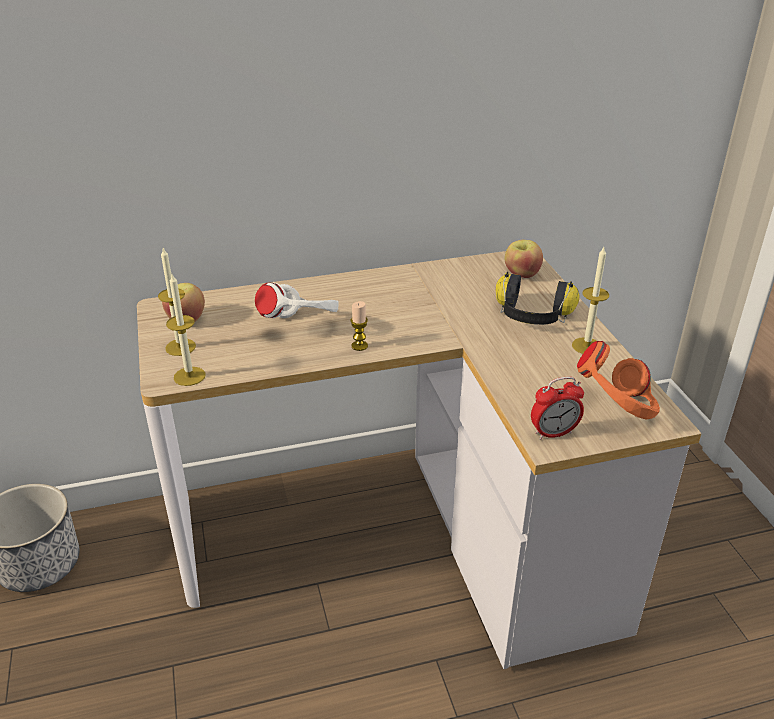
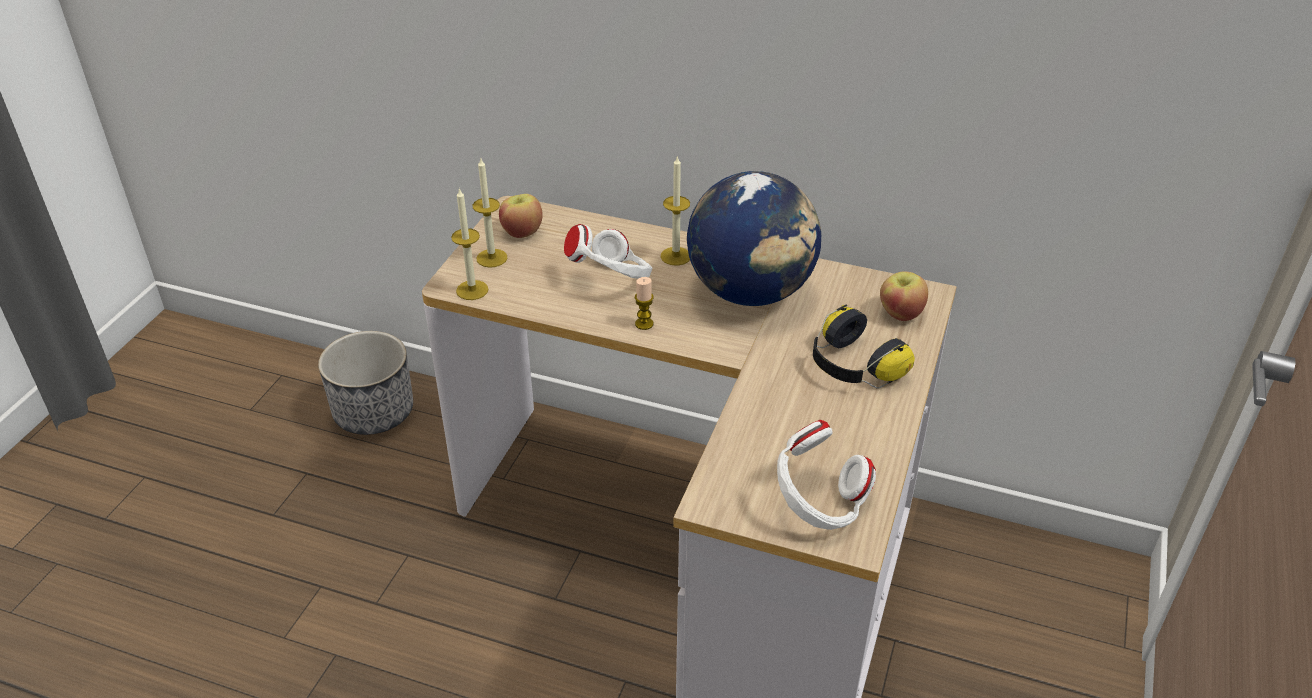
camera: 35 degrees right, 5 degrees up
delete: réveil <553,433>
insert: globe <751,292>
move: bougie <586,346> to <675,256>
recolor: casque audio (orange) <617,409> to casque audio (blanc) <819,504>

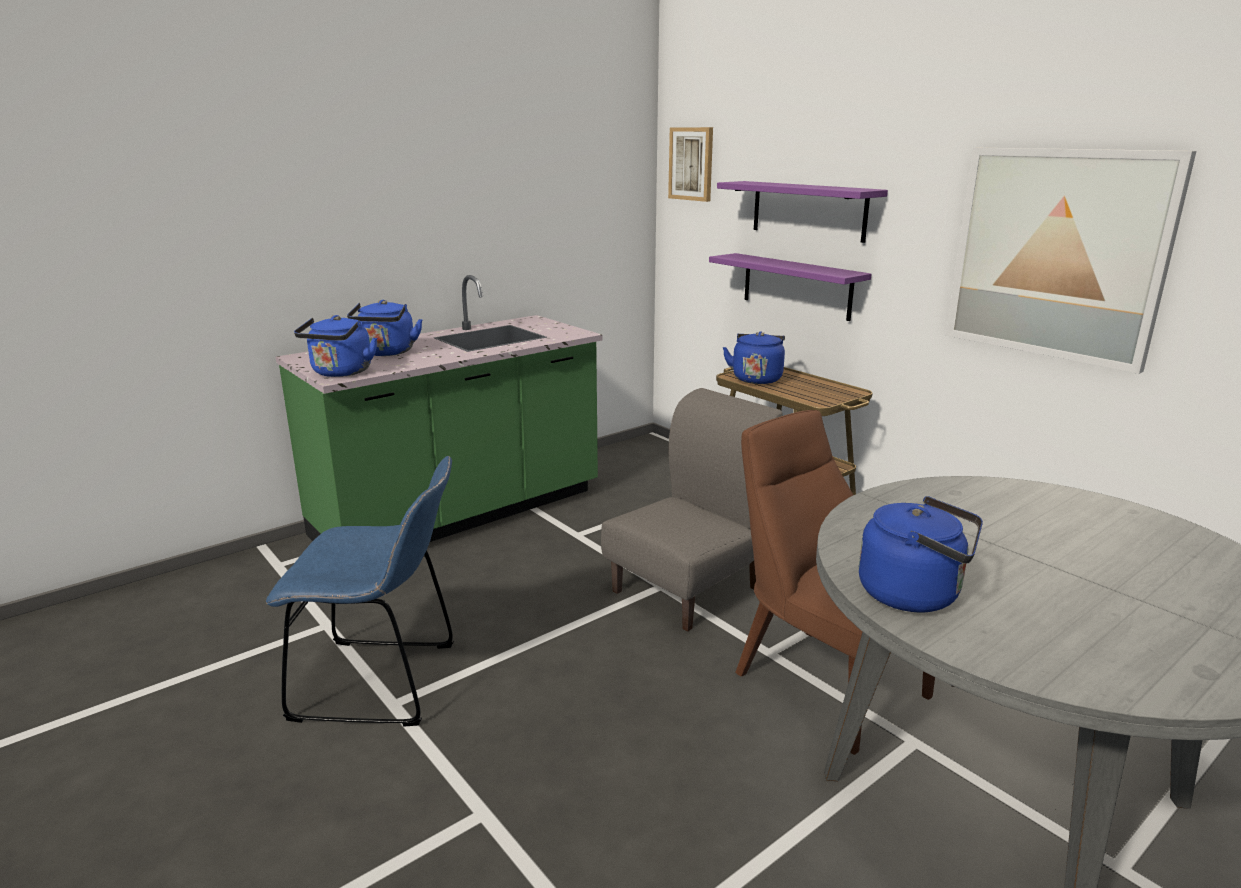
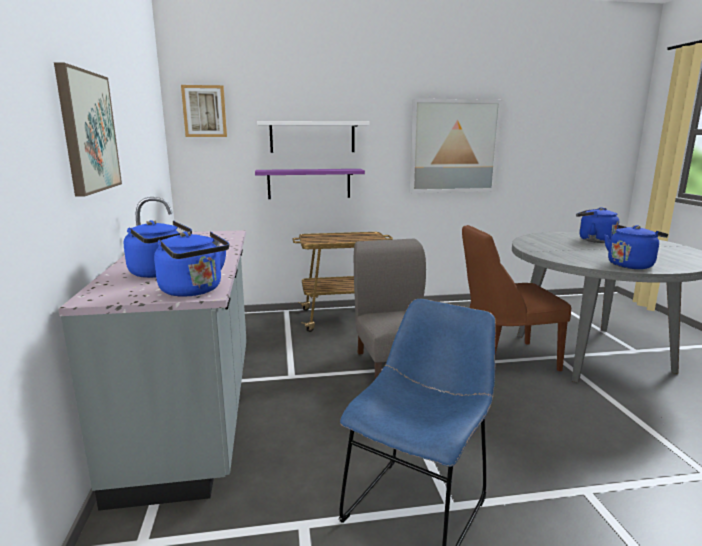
camera: 60 degrees left, 5 degrees down
insert: tableau <88,132>
move: bouilloire (bleu) <756,378> to <593,240>
recolor: comptoir de cuisine (vert) <460,515> to comptoir de cuisine (gris) <195,412>; étagère (violet) <808,210> to étagère (blanc) <312,137>

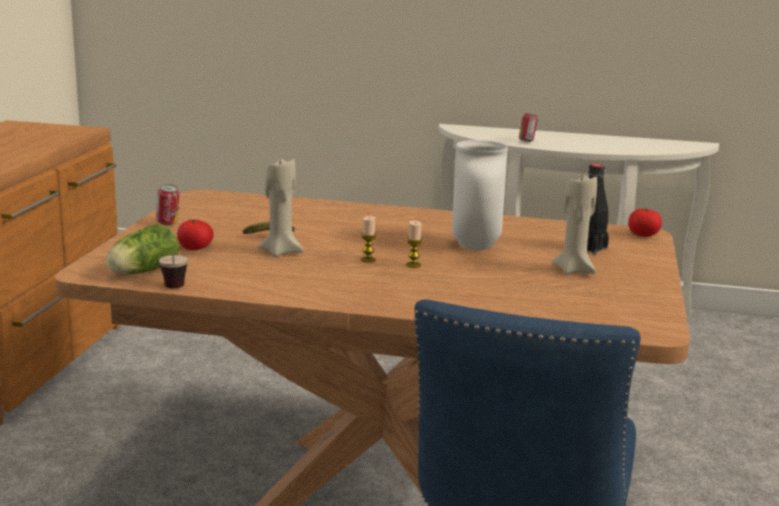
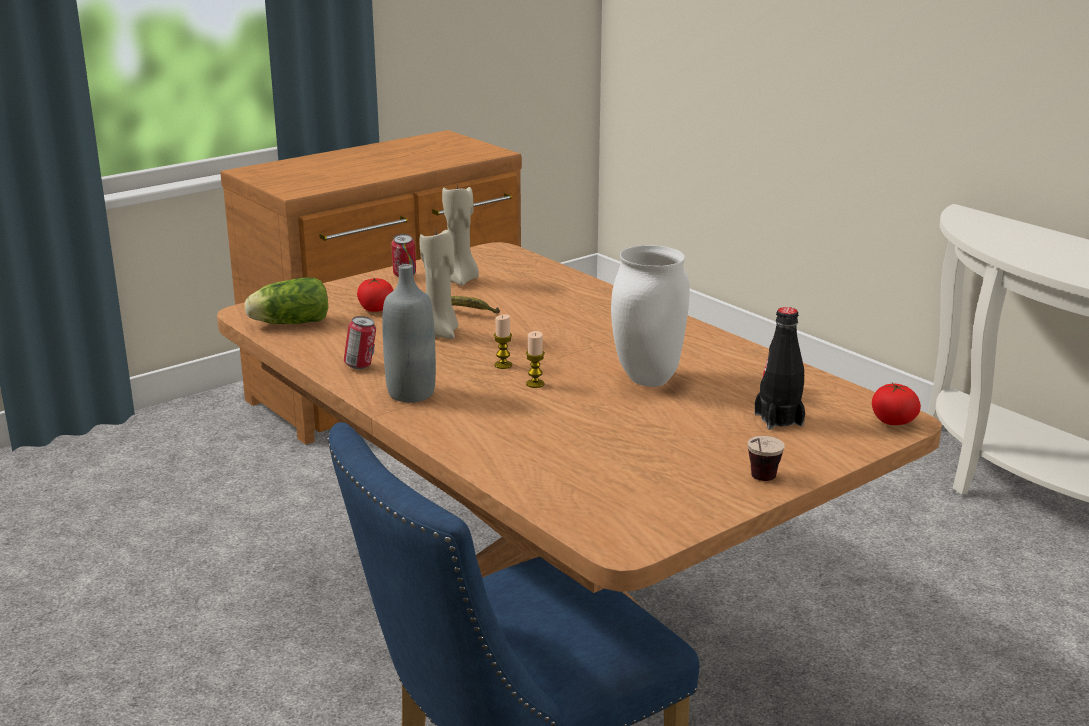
camera: 40 degrees right, 5 degrees up
insert: bouteille (gris) <411,393>
move: tasse <174,289> to <758,482>; boîte métallique <527,141> to <361,366>; bougie (beige) <574,270> to <461,280>

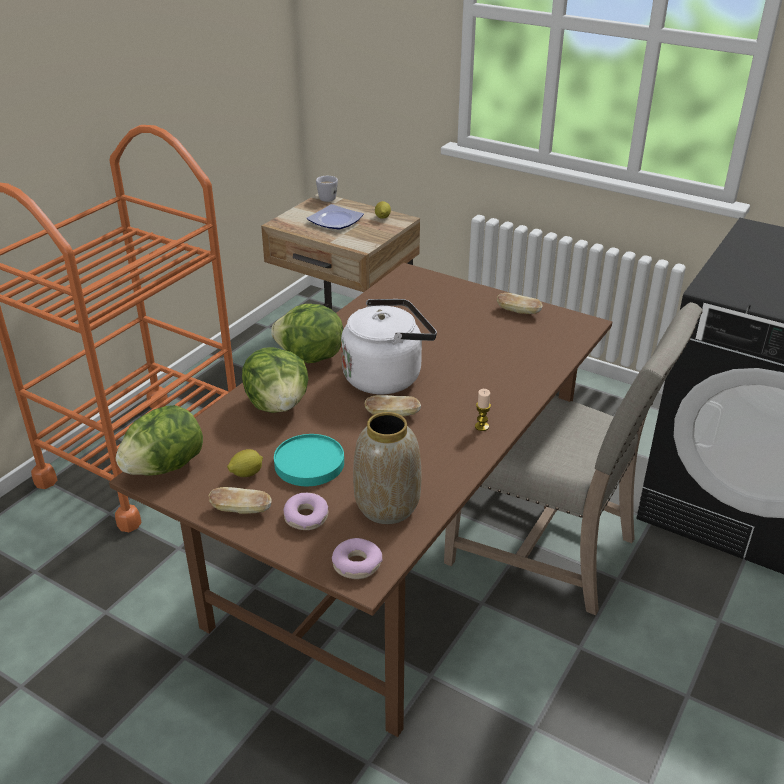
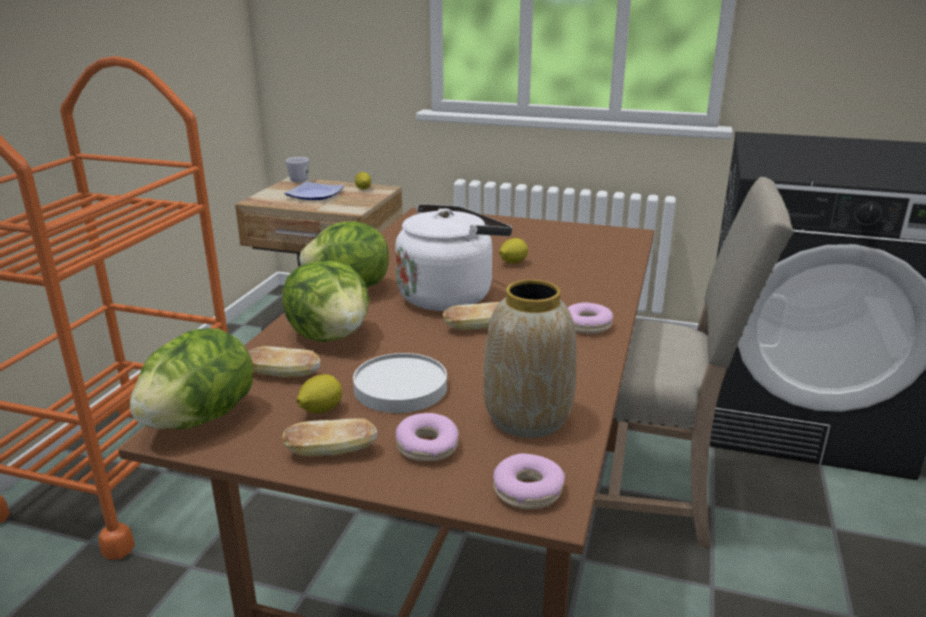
camera: 15 degrees left, 10 degrees down
insert: citron <512,263>
move: pain <518,312> to <284,375>
replace: bougie <481,426> to beignet <587,326>
recolor: assiette (turquoise) <309,464> to assiette (blanc) <400,388>

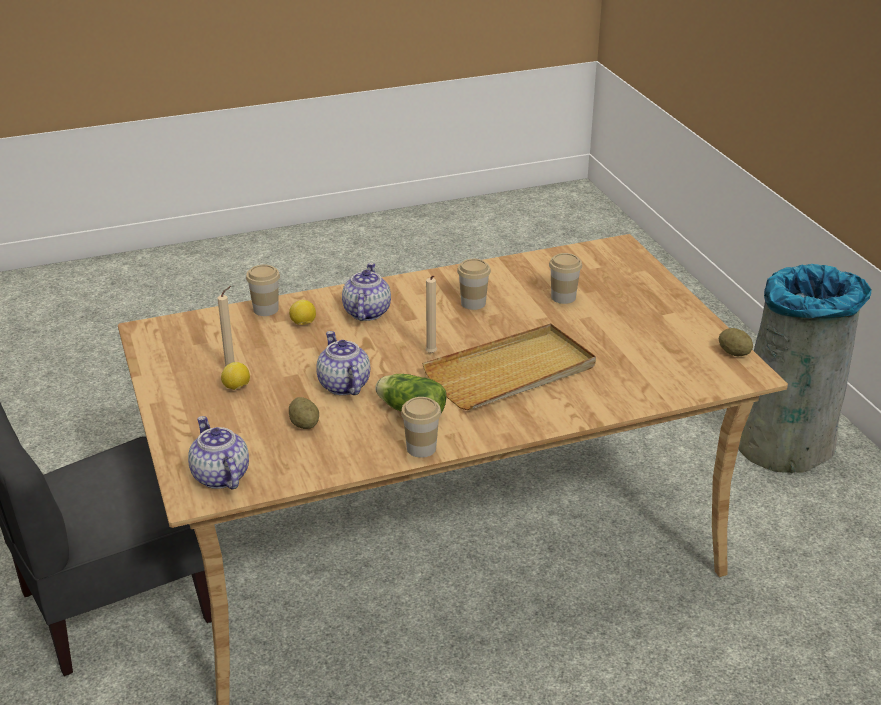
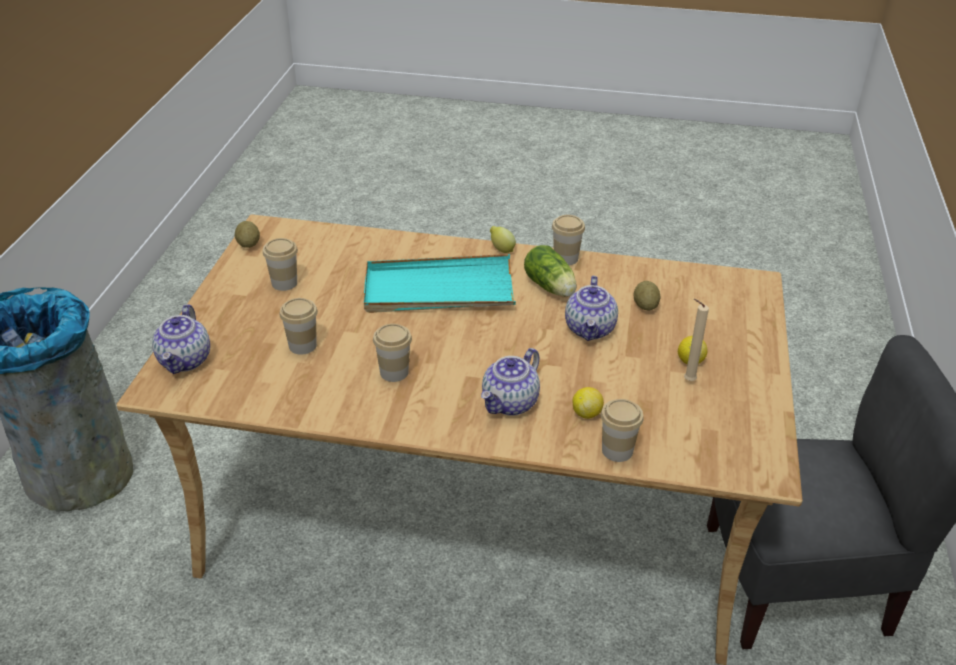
camera: 150 degrees left, 5 degrees up
delete: bougie (beige) <431,354>
insert: tasse <284,283>; citron <501,250>
move: théière <219,476> to <185,361>
recolor: plateau (beige) <511,372> to plateau (turquoise) <438,290>

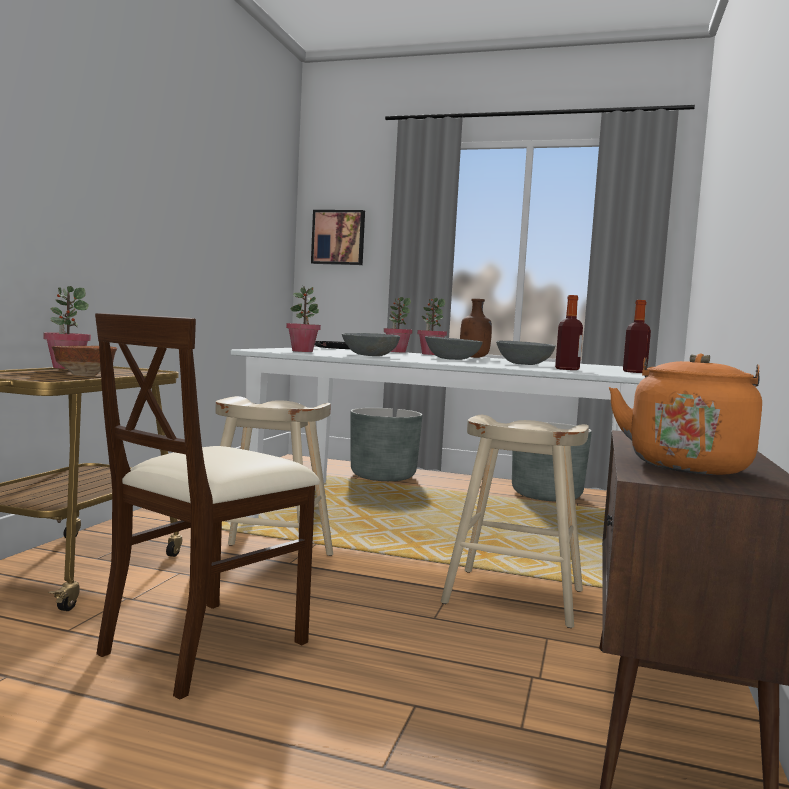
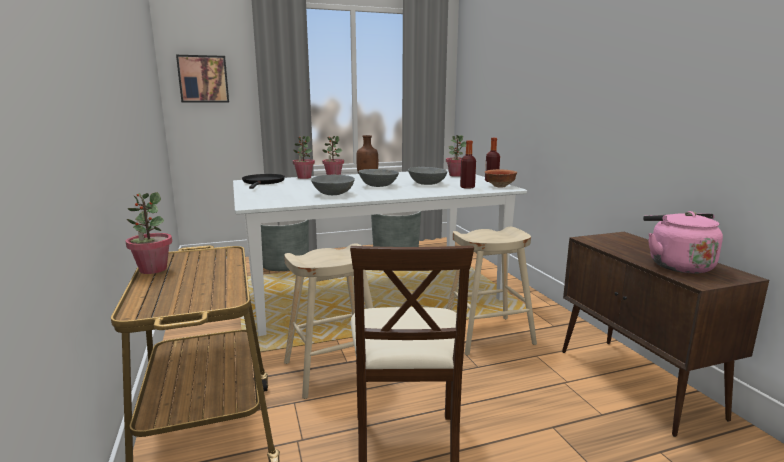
camera: 35 degrees left, 10 degrees up
move: bol <83,375> to <500,186>; plante en pot <302,351> to <455,175>
recolor: bouilloire (orange) <687,465> to bouilloire (rose) <676,265>

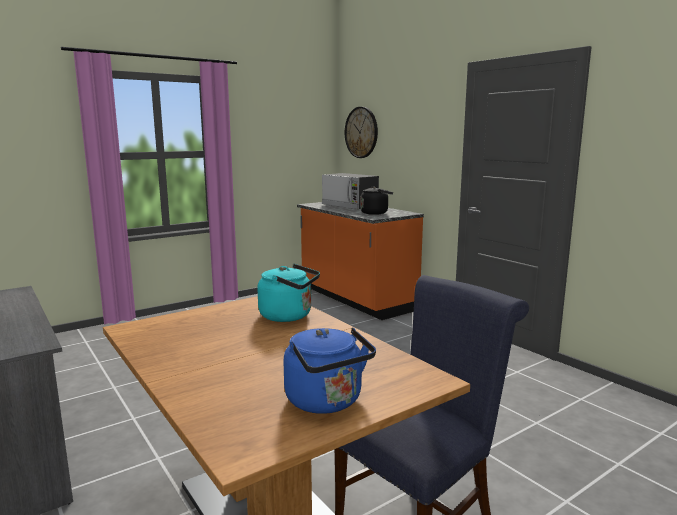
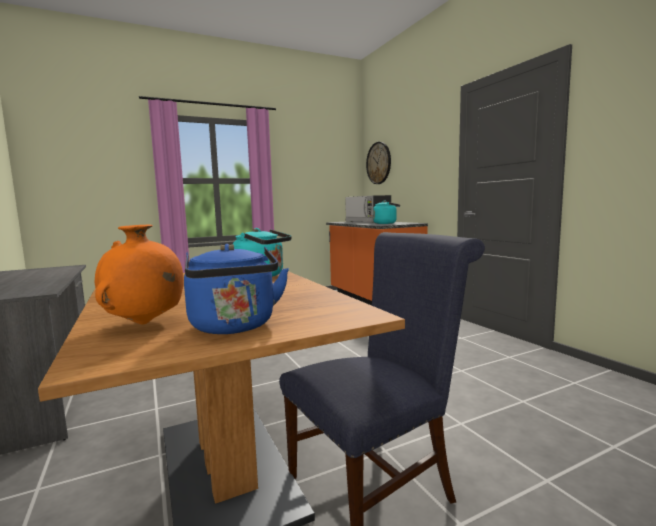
camera: 10 degrees right, 5 degrees down
insert: vase (orange) <145,323>
recolor: bouilloire (noir) <376,213> to bouilloire (turquoise) <386,223>

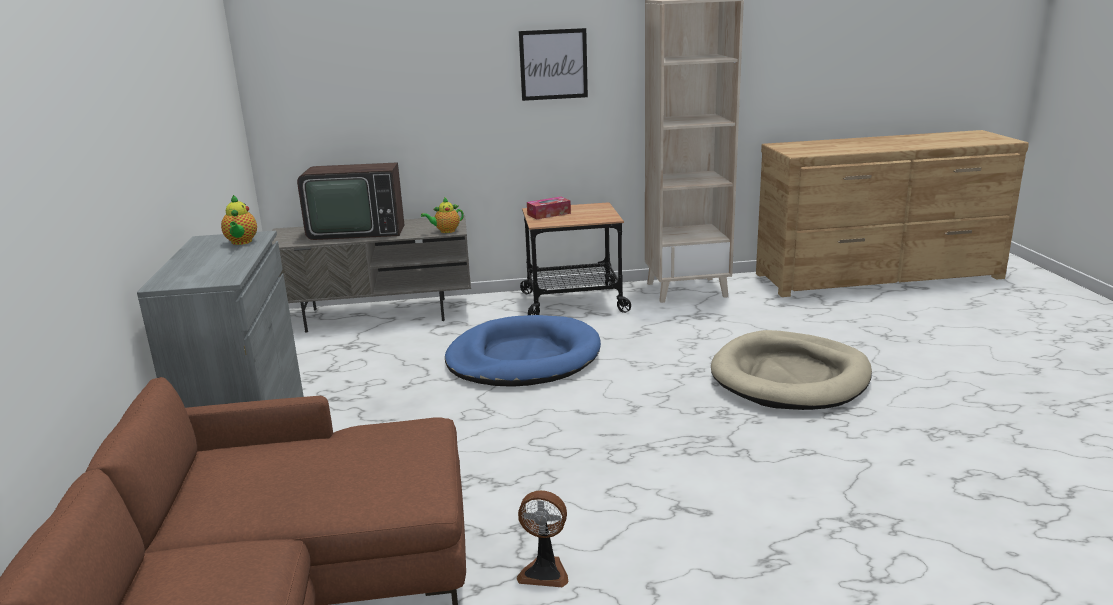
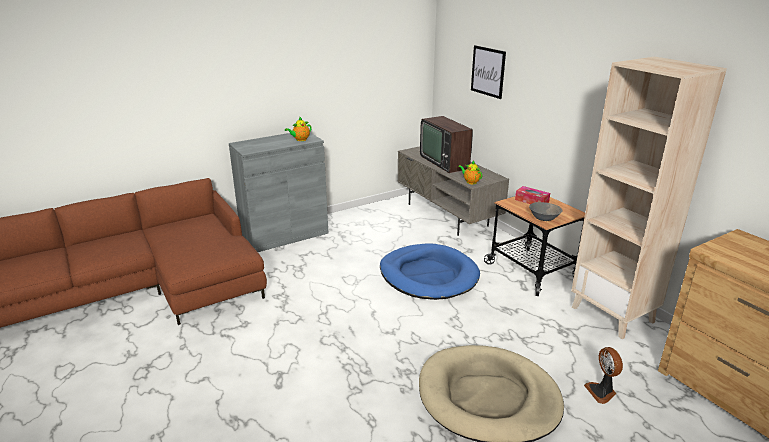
camera: 65 degrees right, 5 degrees up
insert: bol (gris) <544,218>
move: ventilateur <545,571> to <601,392>; tableau <553,64> to <488,71>

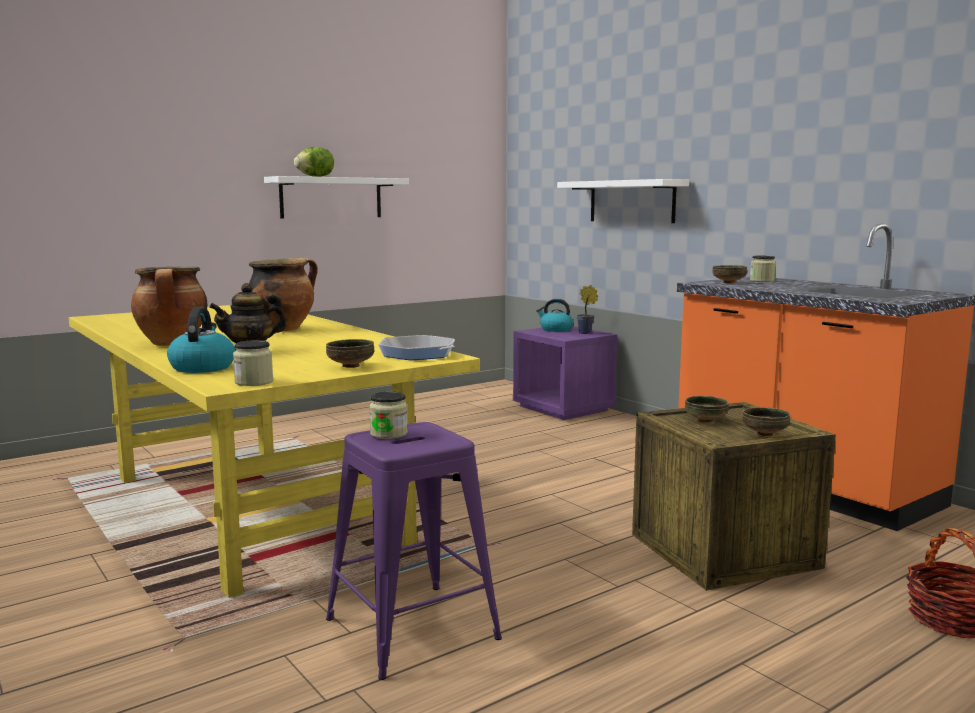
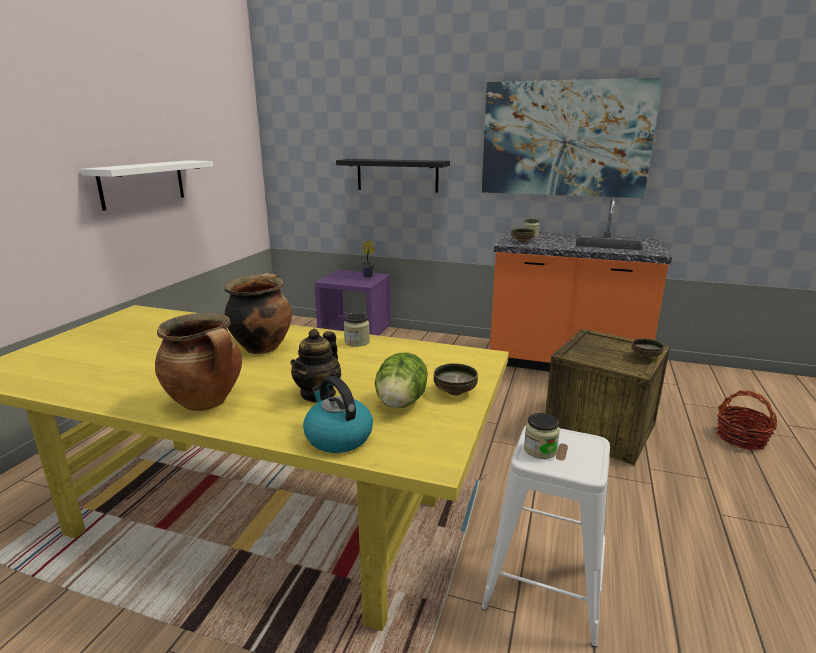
camera: 35 degrees left, 10 degrees up
delete: poêle <417,354>; bouilloire <555,329>; bol <705,421>
insert: tableau <565,139>
move: bocal <254,382> to <357,342>; laitue <315,176> to <401,403>
recolor: tabouret (violet) <412,628> to tabouret (blanc) <545,584>; étagère (blanc) <631,201> to étagère (noir) <397,175>

